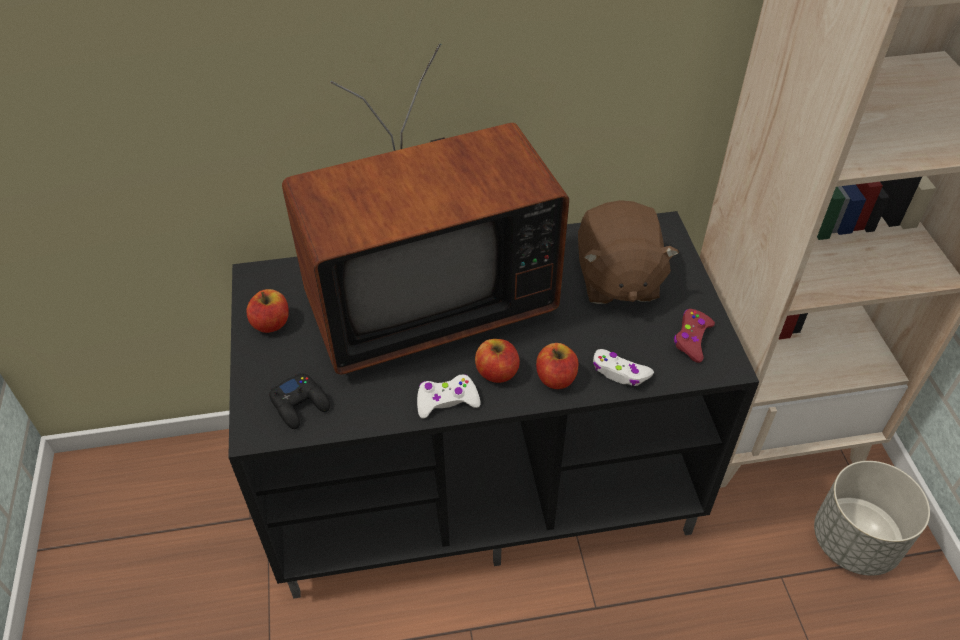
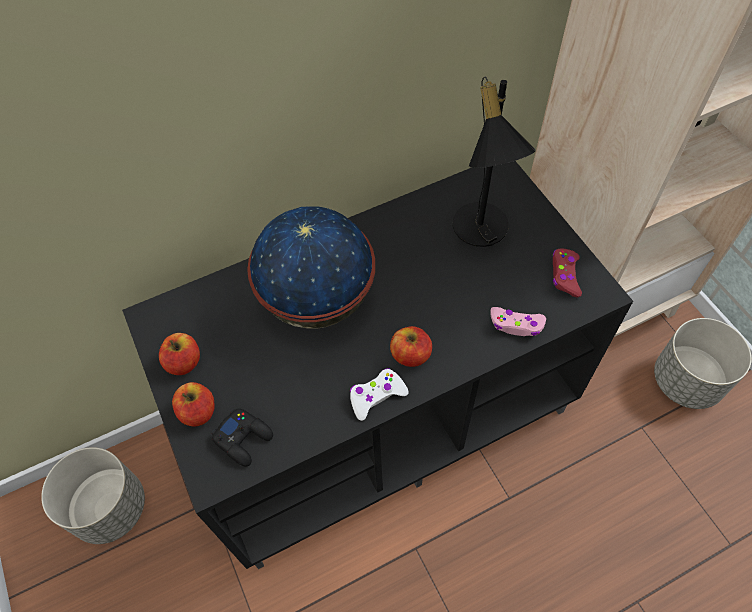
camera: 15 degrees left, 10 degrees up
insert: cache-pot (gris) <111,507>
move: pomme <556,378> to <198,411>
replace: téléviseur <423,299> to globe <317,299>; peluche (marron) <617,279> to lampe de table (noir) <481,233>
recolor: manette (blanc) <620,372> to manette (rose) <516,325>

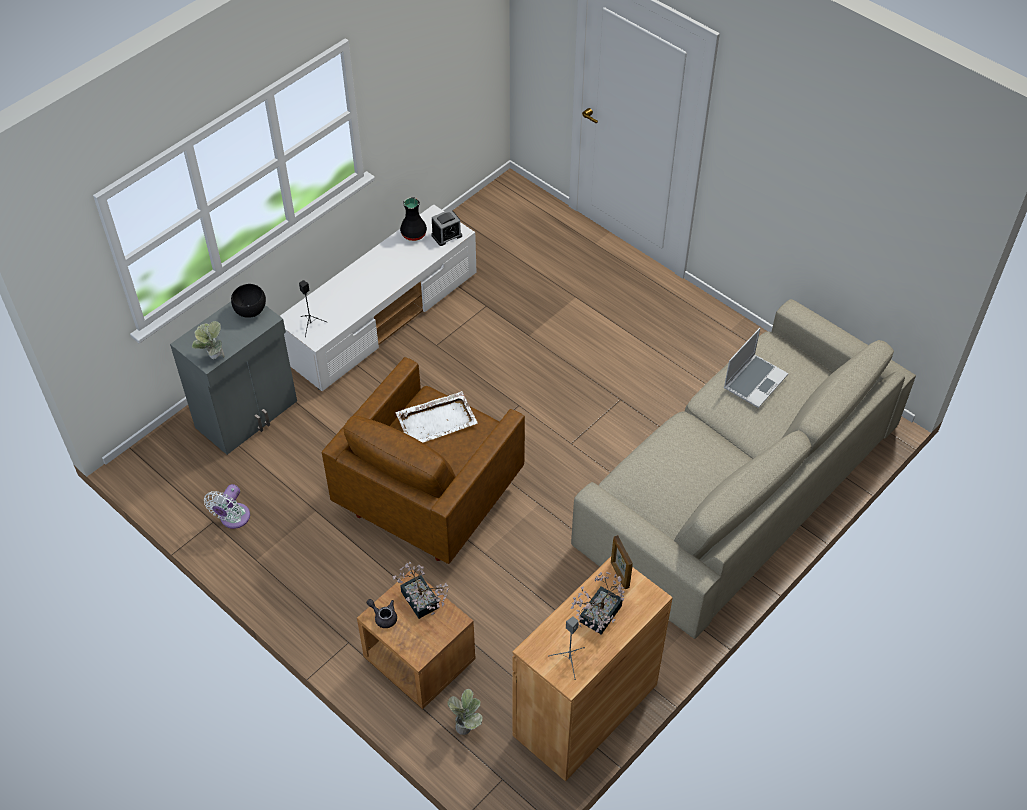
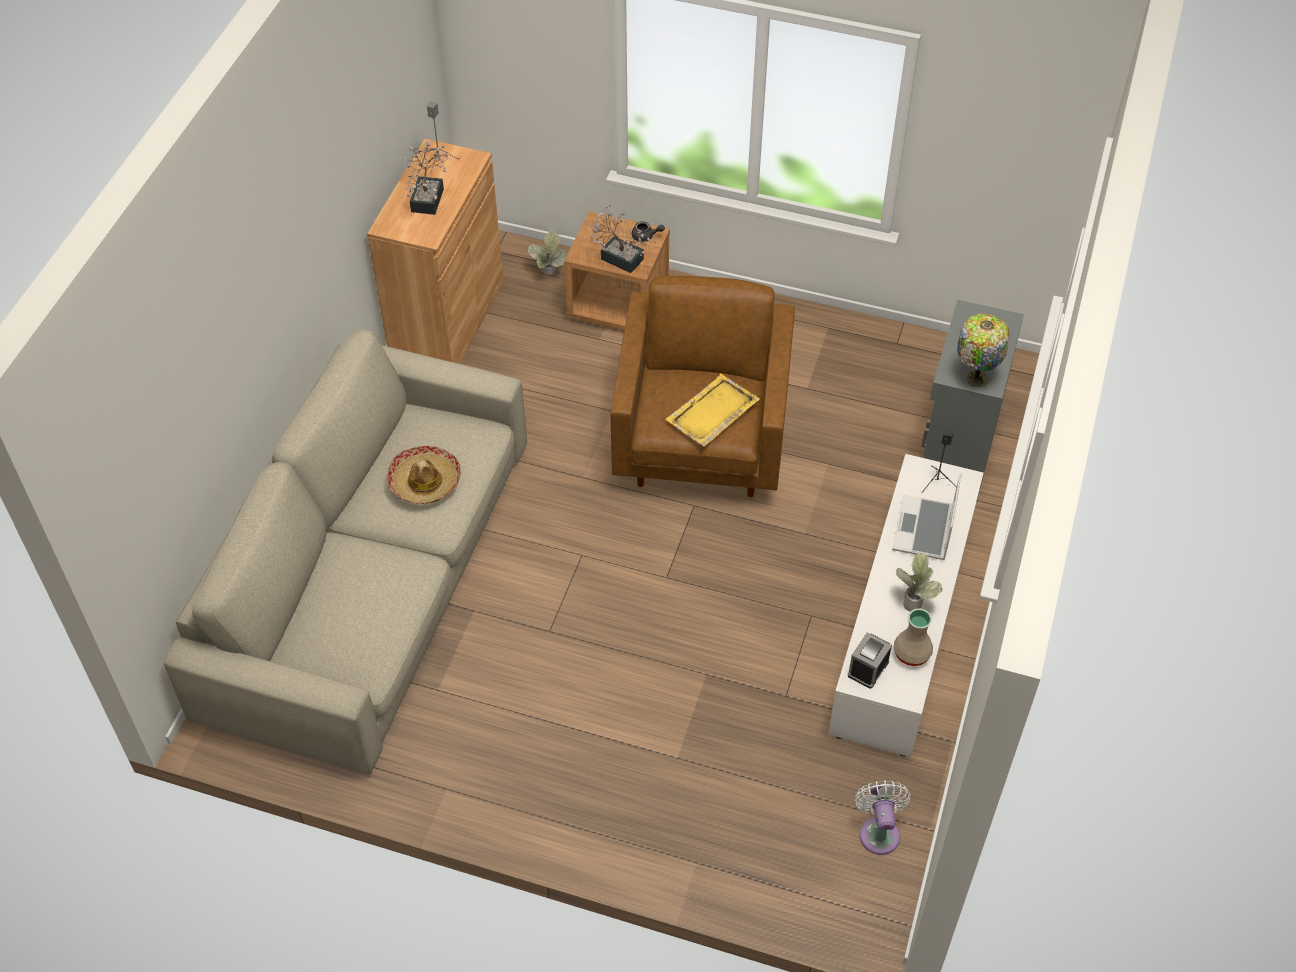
camera: 155 degrees right, 0 degrees up
delete: cadre photo <619,575>
insert: chapeau <425,481>
move: plante en pot <213,358> to <913,600>; ventilateur (blanc) <233,519> to <879,831>; ordinateur portable <755,381> to <924,530>
replace: bol (noir) <250,310> to lampe de table <975,377>
recolor: plateau (blanc) <437,420> to plateau (jaune) <711,412>; vase (noir) <413,234> to vase (beige) <912,654>

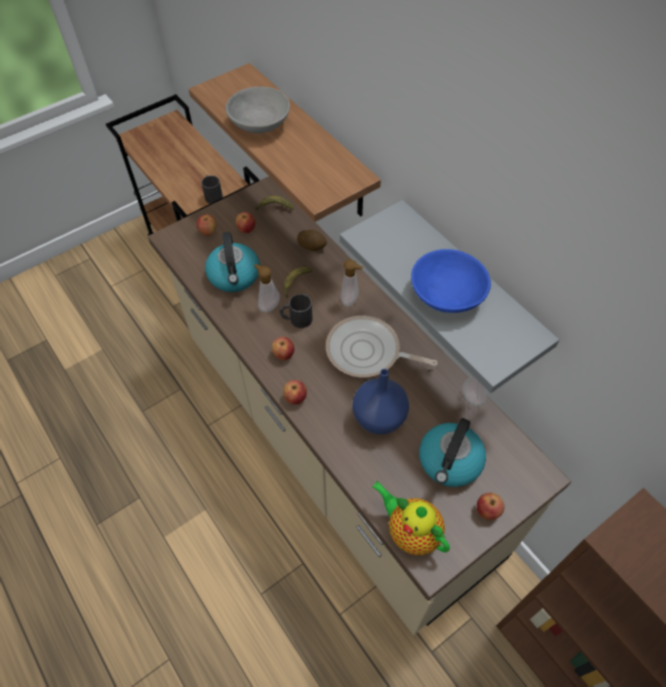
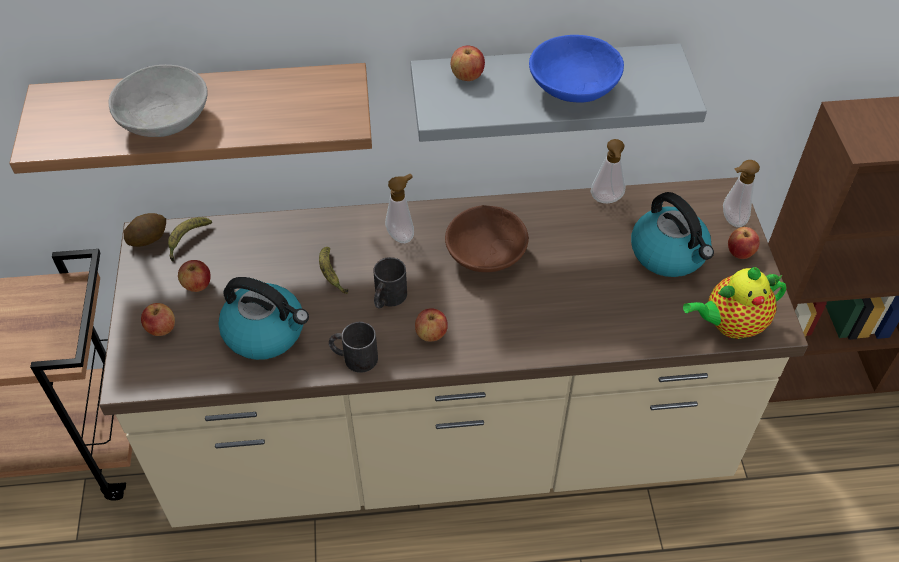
camera: 60 degrees left, 5 degrees down
delete: vase (bleu) <378,419>
move: mug (noir) <212,195> to <354,357>; distributeur de savon <268,306> to <730,220>; pomme <295,398> to <467,76>; pomme de terre <312,246> to <148,238>
replace: poêle <367,352> to bol (marron) <486,255>

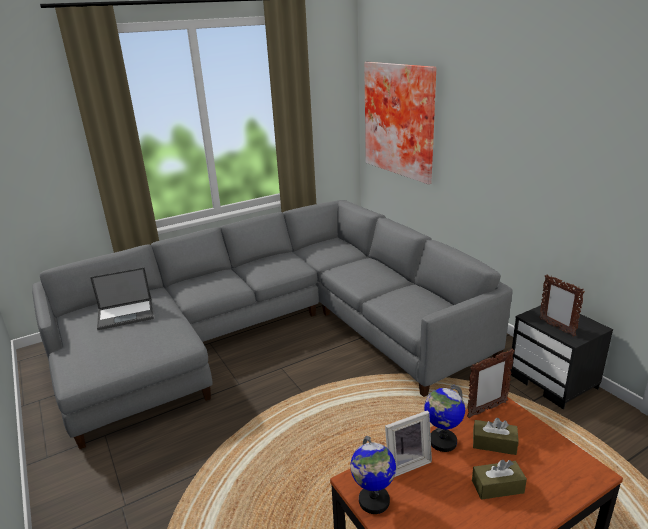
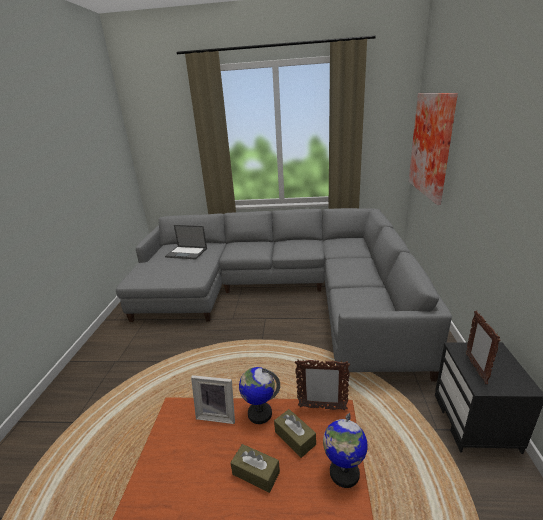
camera: 35 degrees right, 0 degrees up
move: globe <373,501> to <344,473>

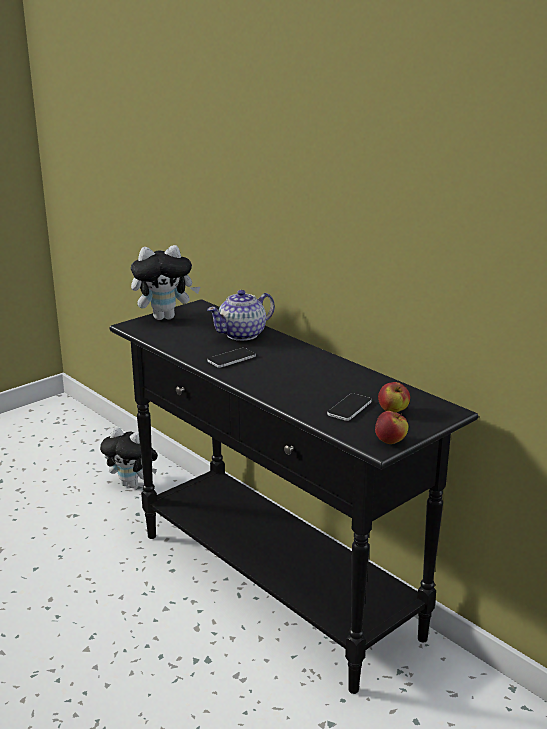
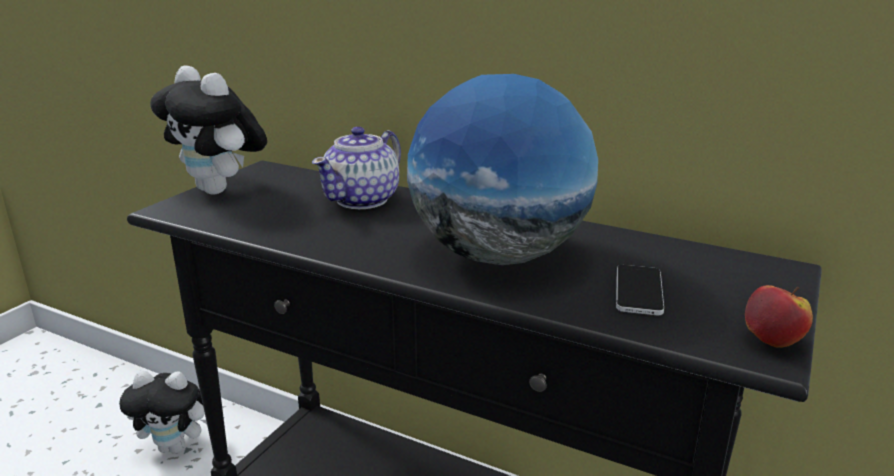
camera: 20 degrees left, 0 degrees up
delete: téléphone <231,358>; pomme <393,411>
insert: globe <499,255>
rotate: peluche <165,317> = <220,190> 75 degrees clockwise

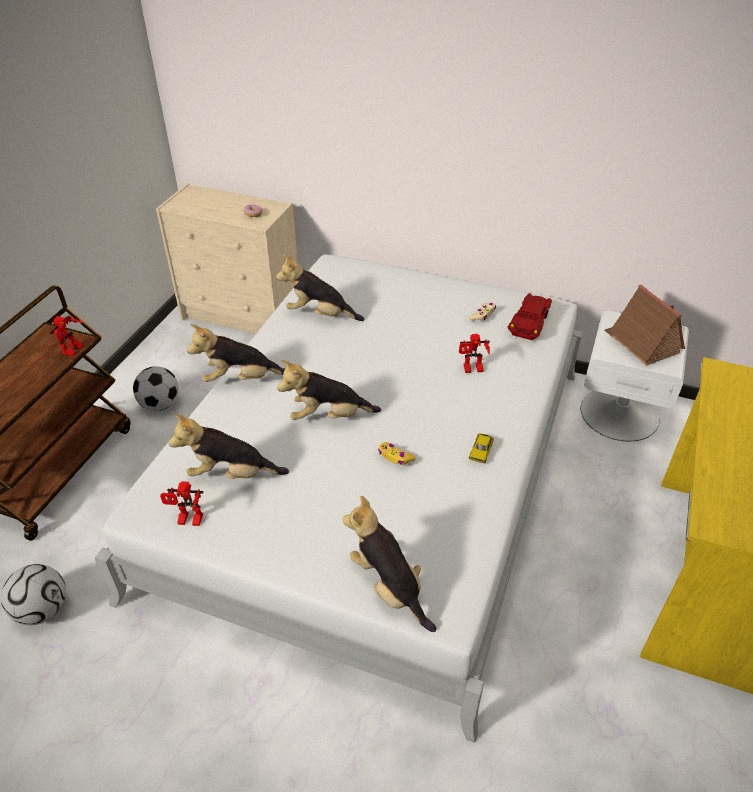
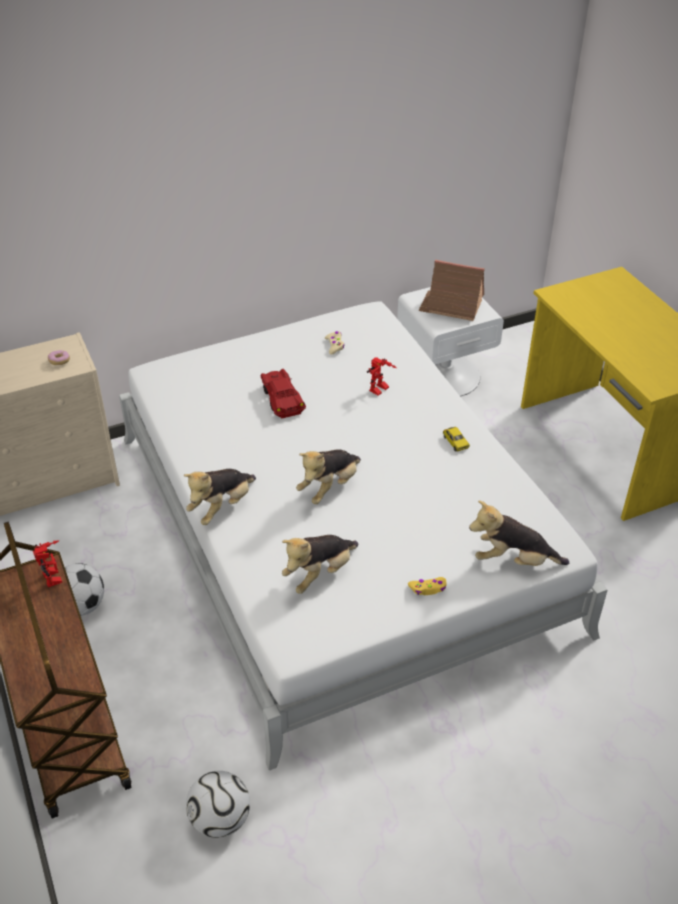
camera: 45 degrees left, 0 degrees up
delete: robot jouet <187,521>; peluche <320,314>
move: manette (jaune) <395,457> to <428,588>; petite voiture (rouge) <530,322> to <282,399>

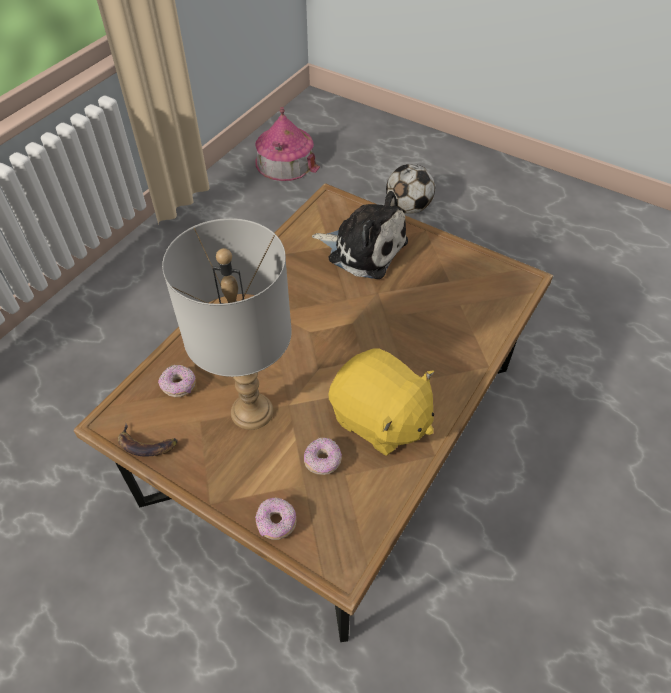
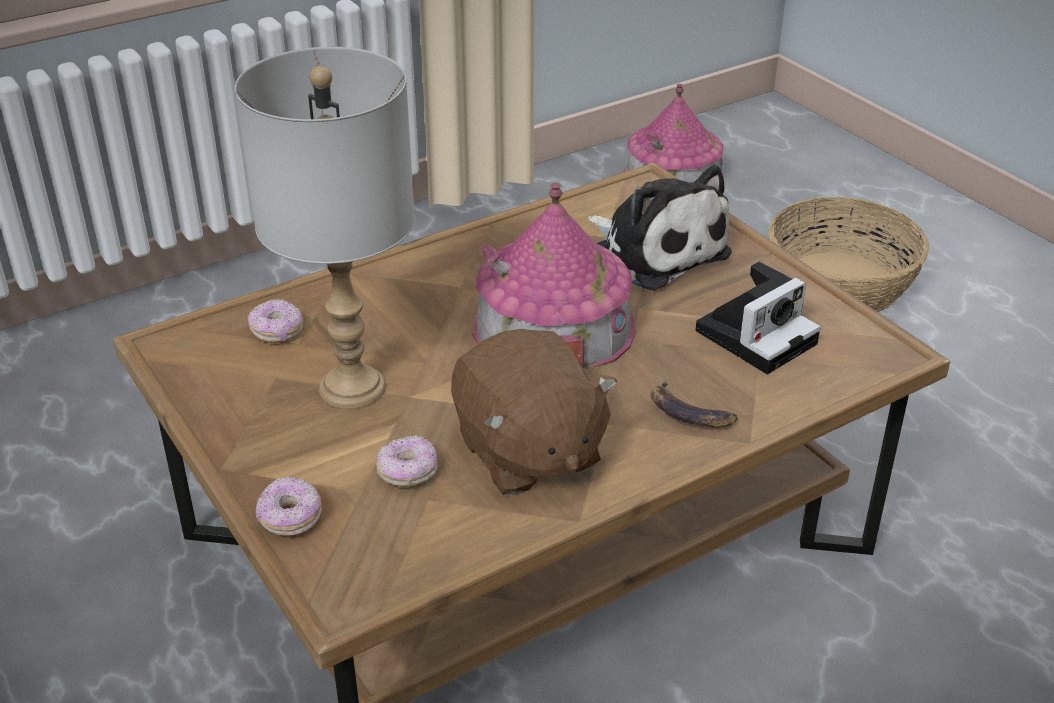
camera: 25 degrees right, 15 degrees down
insert: maison miniature <553,327>; appareil photo <757,335>
move: banane <146,444> to <689,412>
replace: ballon de foot <408,208> to panier <838,284>
recolor: peluche (jaune) <380,419> to peluche (marron) <527,453>

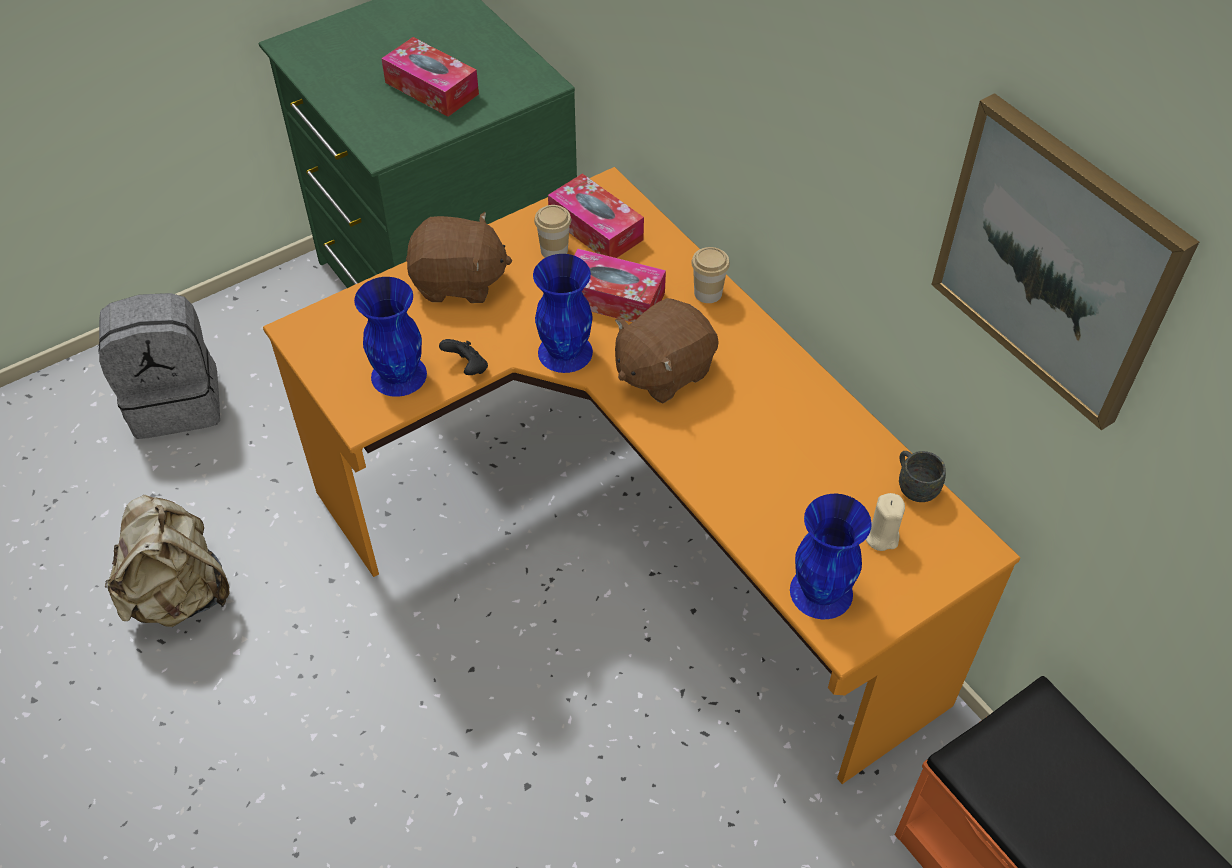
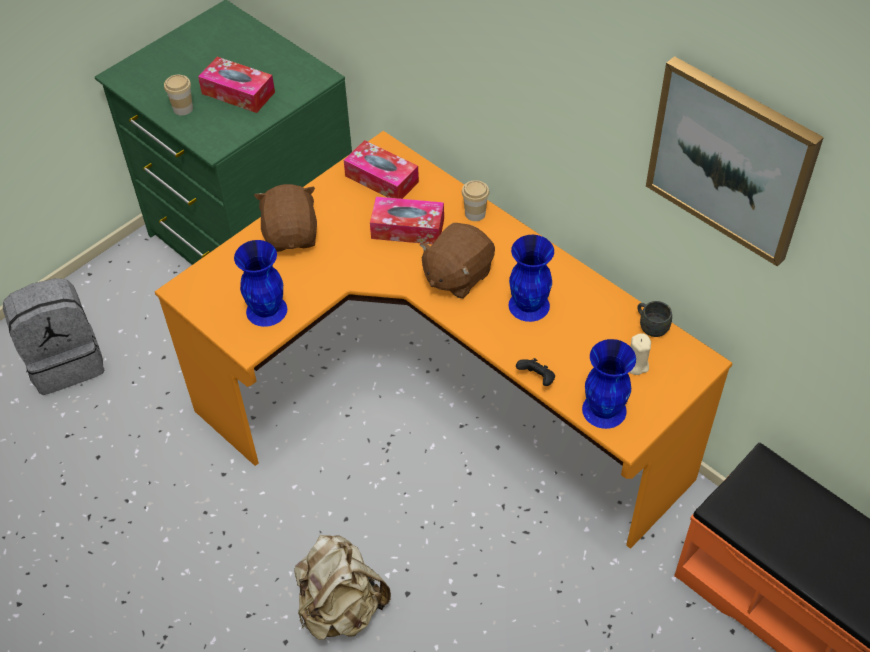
camera: 10 degrees left, 0 degrees up
move: sac à dos (beige) <179,595> to <341,607>; manette (noir) <467,368> to <537,379>; vase (bleu) <566,352> to <530,305>; tasse <554,250> to <183,108>
rotate: peluche (marron) <458,282> = <291,235> 90 degrees counterclockwise

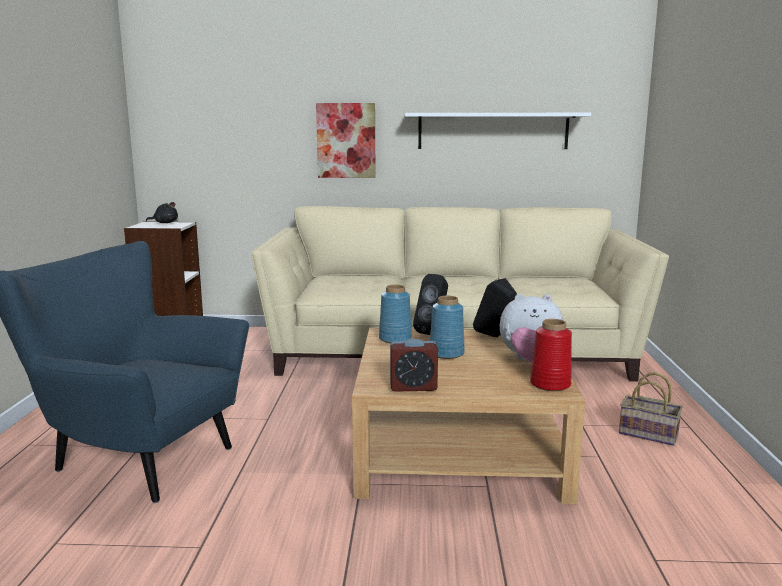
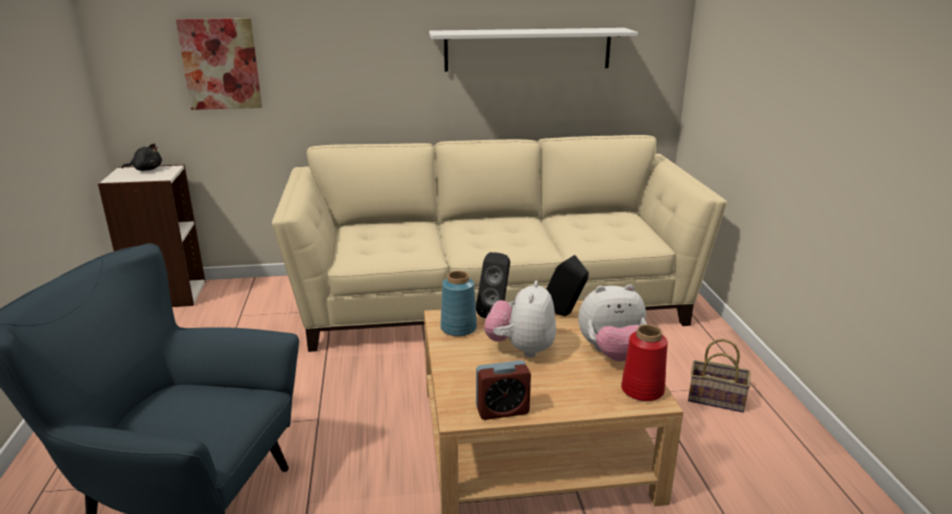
camera: 10 degrees left, 10 degrees up
move: tableau <346,140> to <220,64>
replace: vase (bleu) <446,354> to peluche <521,349>

